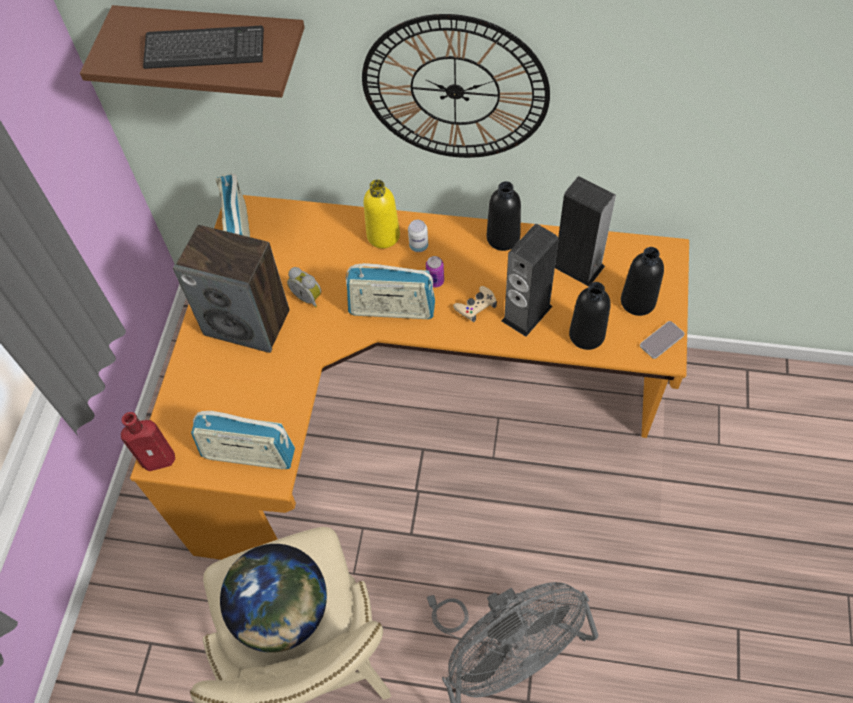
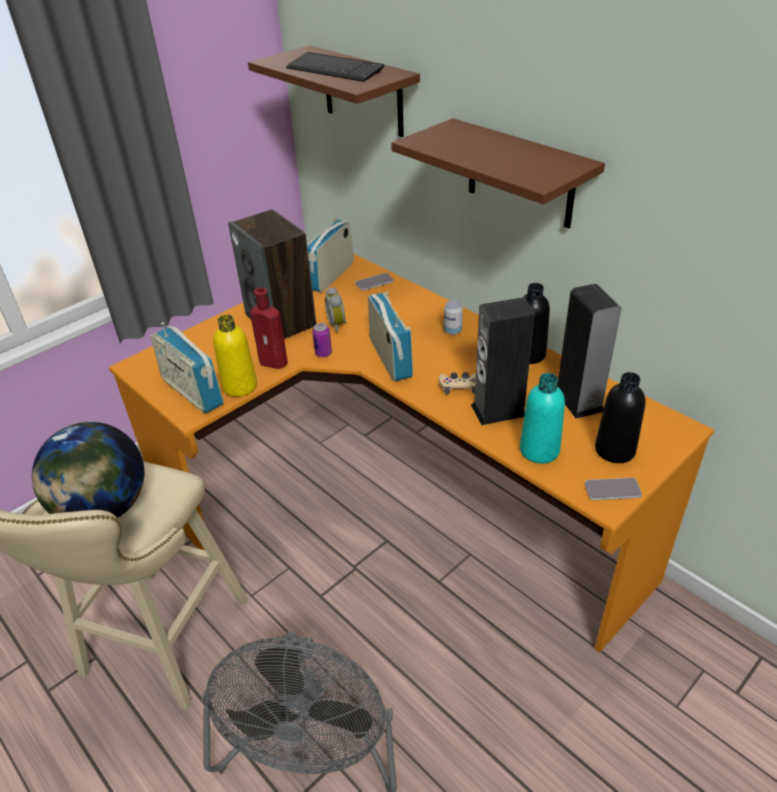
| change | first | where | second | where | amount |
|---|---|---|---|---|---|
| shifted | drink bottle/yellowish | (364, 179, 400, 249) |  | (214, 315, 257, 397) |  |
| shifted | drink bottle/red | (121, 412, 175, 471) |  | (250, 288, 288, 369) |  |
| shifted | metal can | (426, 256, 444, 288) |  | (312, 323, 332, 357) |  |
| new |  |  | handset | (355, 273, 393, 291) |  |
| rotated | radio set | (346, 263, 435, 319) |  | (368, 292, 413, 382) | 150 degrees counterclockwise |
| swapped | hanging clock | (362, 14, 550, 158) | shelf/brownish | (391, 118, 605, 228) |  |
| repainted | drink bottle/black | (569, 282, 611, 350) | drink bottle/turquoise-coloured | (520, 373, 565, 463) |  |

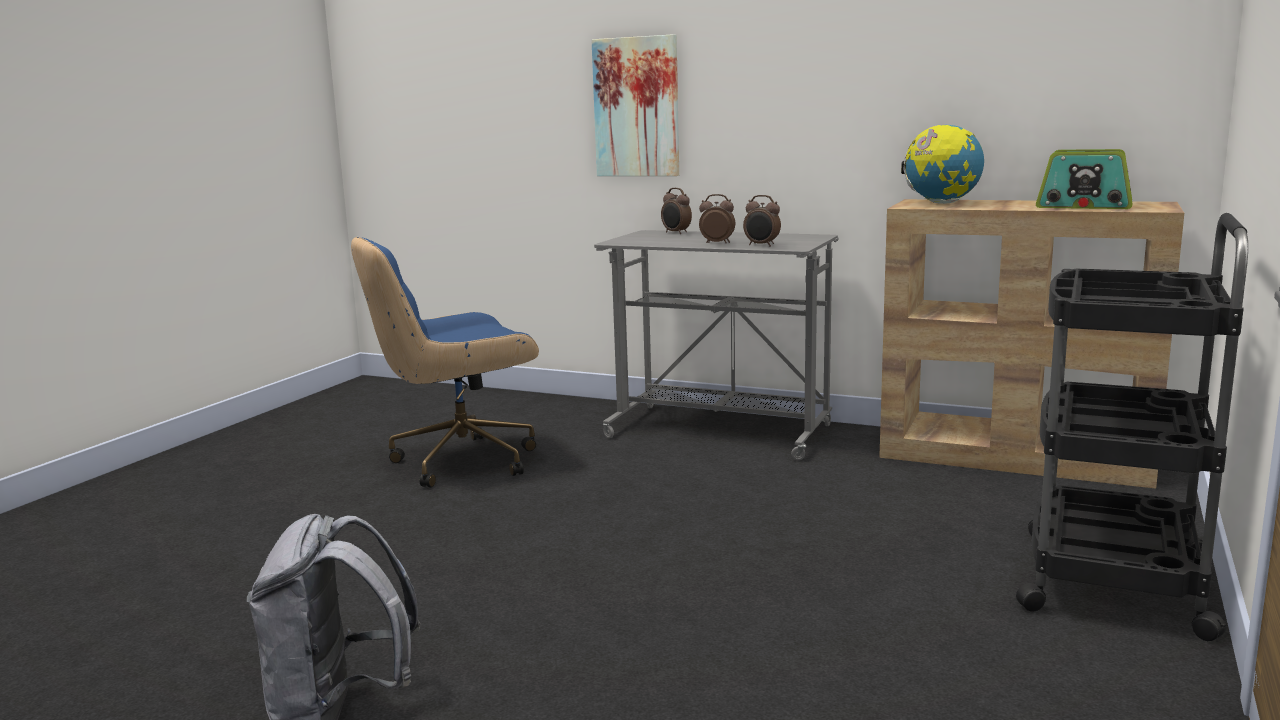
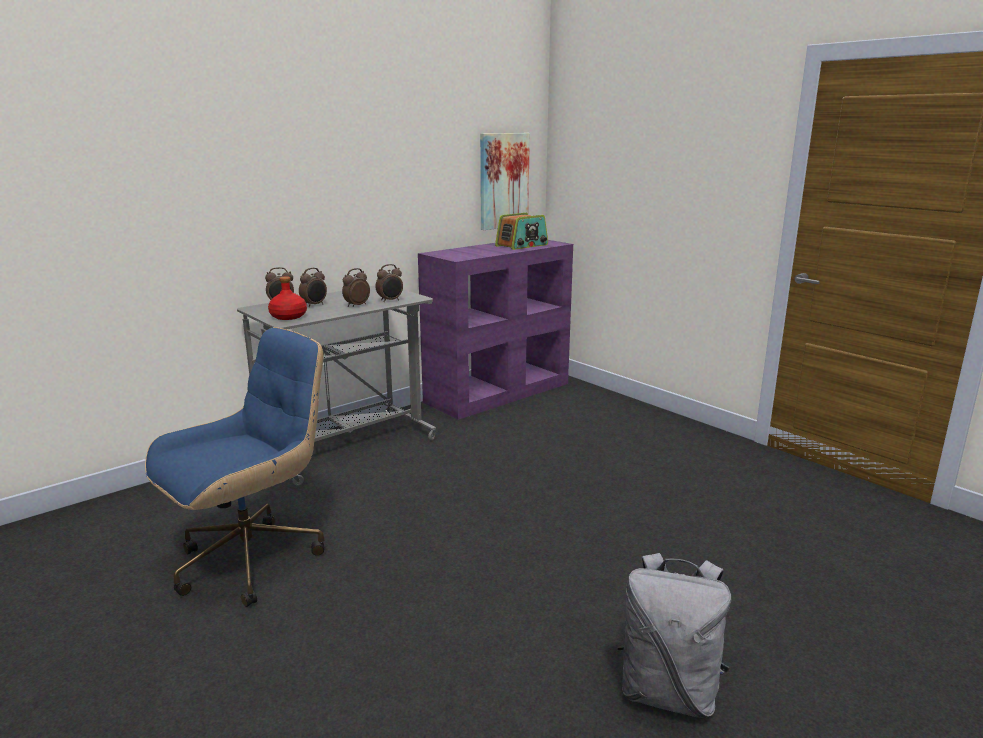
| change | first | where | second | where | amount |
|---|---|---|---|---|---|
| rotated | office chair/blue | (351, 237, 539, 487) |  | (145, 327, 325, 607) | 135 degrees counterclockwise |
| new |  |  | drink bottle/red | (268, 276, 307, 320) |  |
| new |  |  | table clock | (299, 268, 327, 307) |  |
| repainted | shelving unit/brownish | (879, 199, 1184, 489) | shelving unit/purplish | (418, 240, 573, 420) |  |
| shifted | wall art | (592, 34, 679, 176) |  | (480, 133, 530, 230) |  |
| gone | globe | (901, 125, 984, 204) |  |  |  |
| gone | wheeled cart/black | (1016, 213, 1248, 641) |  |  |  |

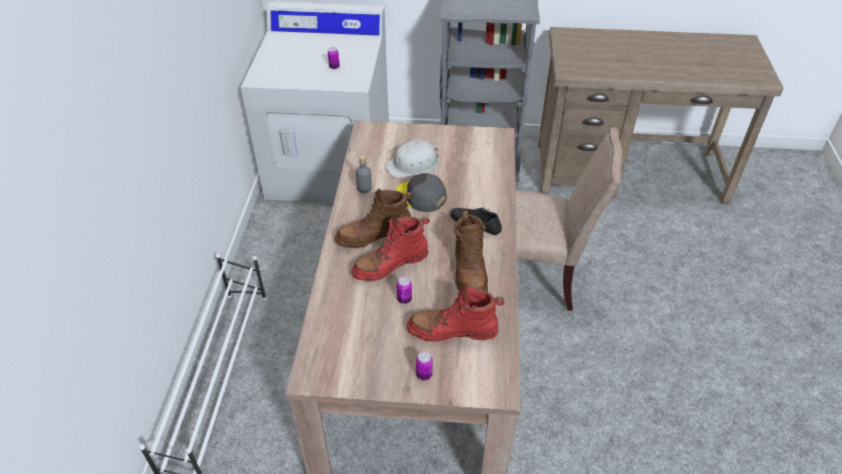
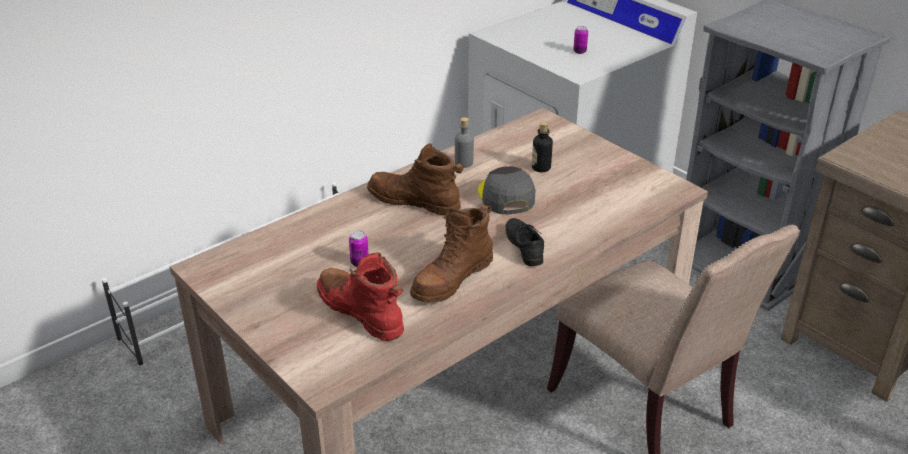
| change | first | where | second | where | amount |
|---|---|---|---|---|---|
| swapped | work helmet/white-coloured | (385, 140, 439, 178) | drink bottle | (532, 122, 553, 172) |  |
| gone | boot/red | (352, 216, 430, 281) |  |  |  |
| gone | metal can | (416, 352, 433, 380) |  |  |  |

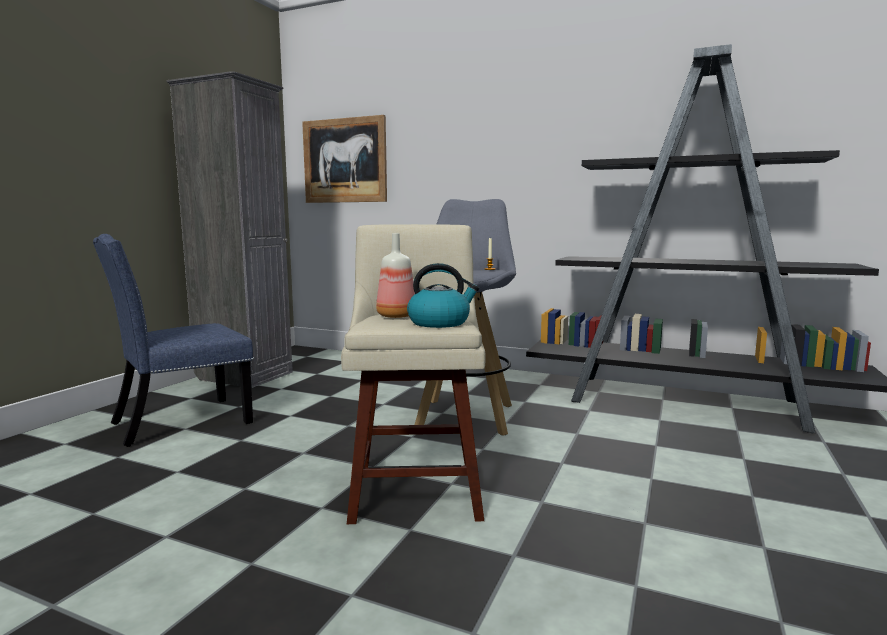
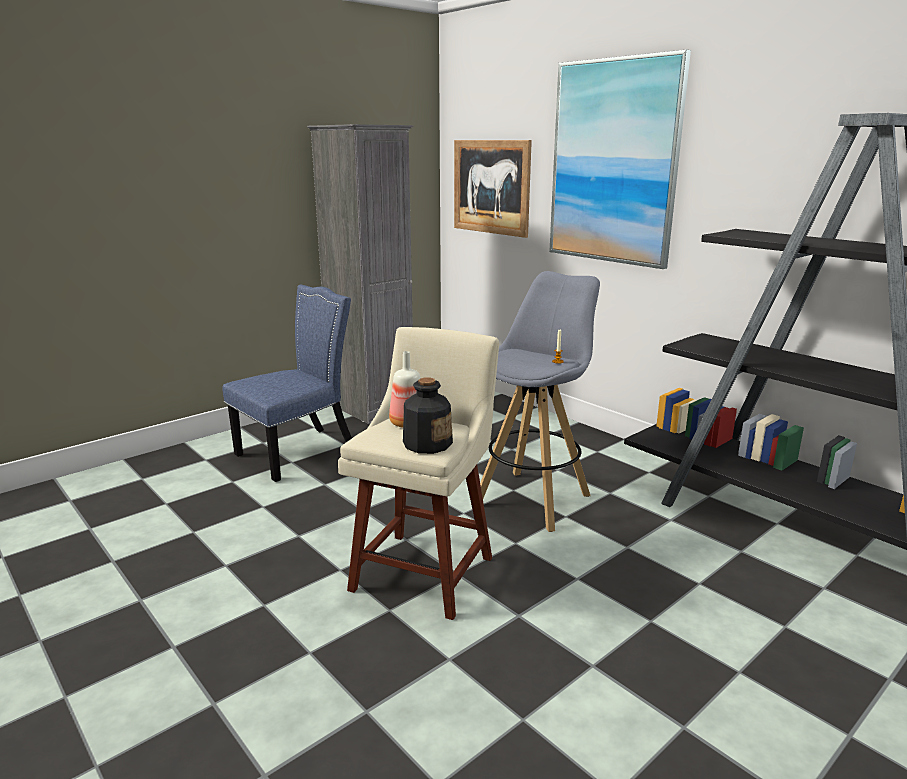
| change | first | where | second | where | amount |
|---|---|---|---|---|---|
| rotated | chair/blue | (93, 234, 254, 447) |  | (222, 285, 352, 482) | 150 degrees clockwise |
| swapped | kettle | (407, 263, 479, 328) | drink bottle | (403, 377, 453, 454) |  |
| new |  |  | wall art | (549, 50, 691, 269) |  |

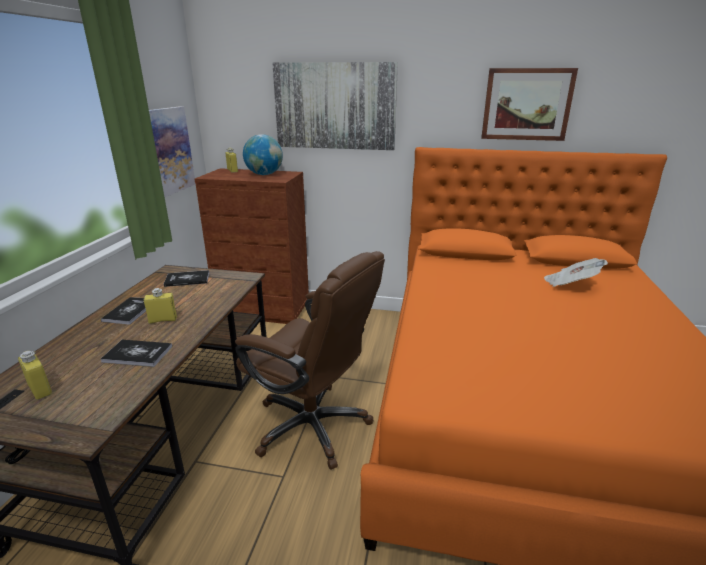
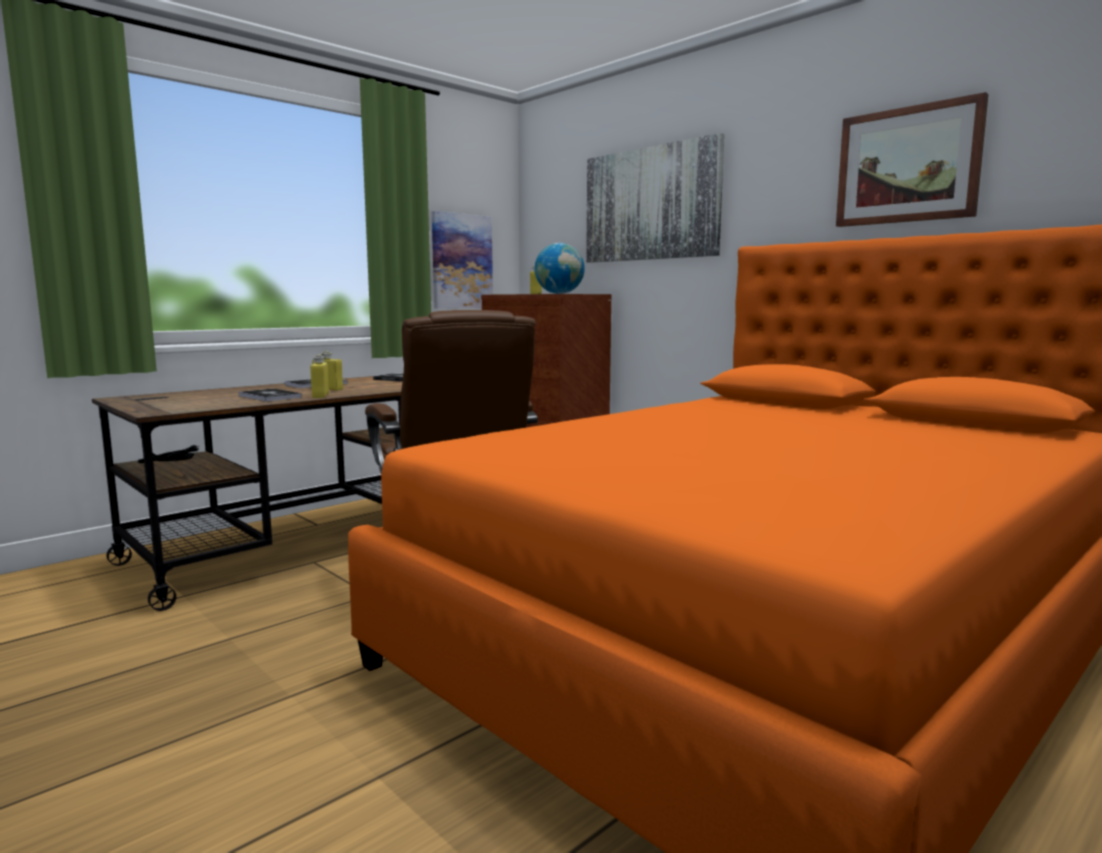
| change | first | where | second | where | amount |
|---|---|---|---|---|---|
| shifted | drink bottle/yellowish | (18, 351, 52, 400) |  | (310, 355, 329, 398) |  |
| gone | printed paper | (544, 258, 608, 287) |  |  |  |

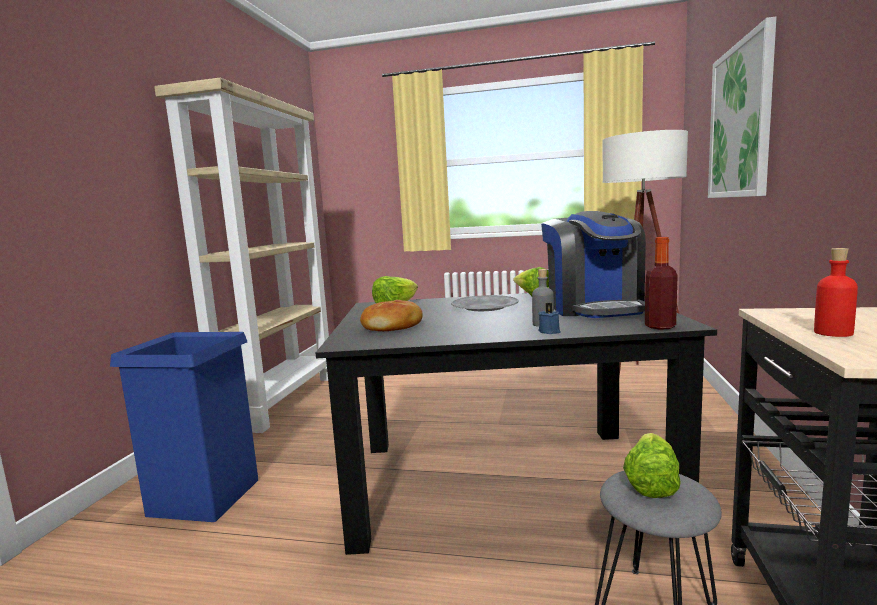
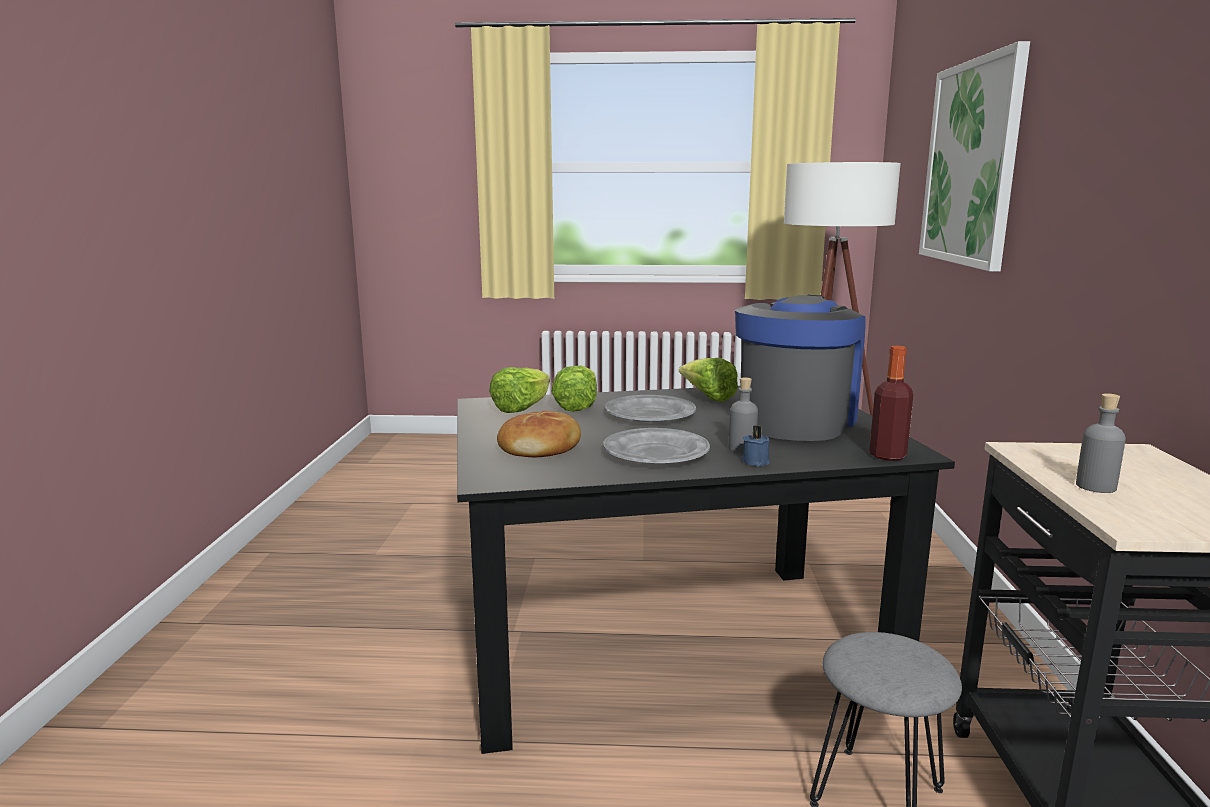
| change | first | where | second | where | amount |
|---|---|---|---|---|---|
| shifted | lettuce | (623, 433, 681, 498) |  | (552, 365, 597, 412) |  |
| new |  |  | flat dish/grey | (603, 428, 710, 463) |  |
| rotated | coffee machine | (541, 211, 646, 318) |  | (735, 295, 866, 441) | 135 degrees counterclockwise |
| repainted | drink bottle/red | (814, 248, 858, 337) | drink bottle/grey | (1076, 393, 1126, 493) |  |
| gone | trash can/blue | (110, 332, 258, 522) |  |  |  |
| gone | shelving unit/beige | (154, 78, 329, 433) |  |  |  |

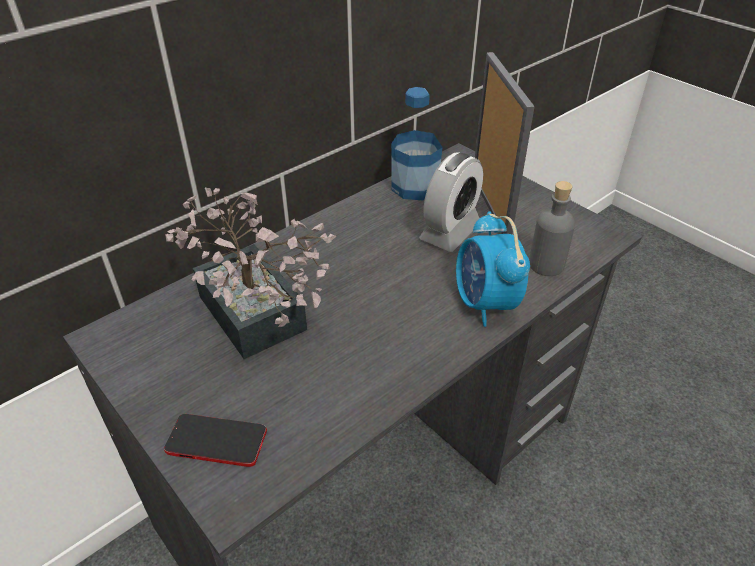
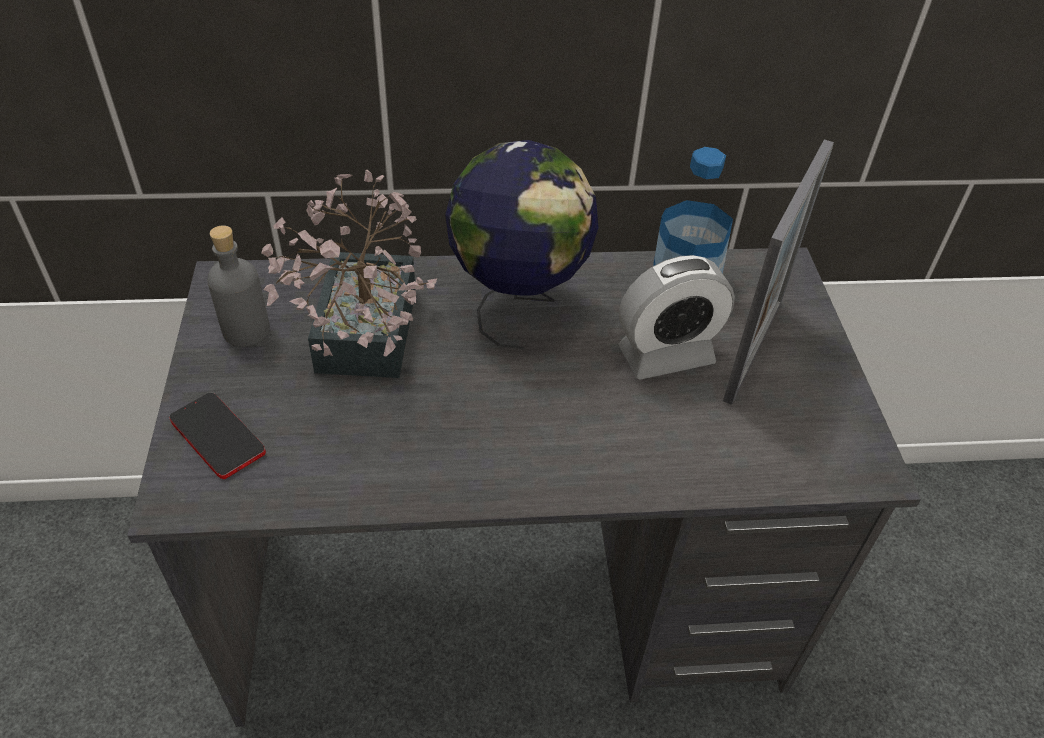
| change | first | where | second | where | amount |
|---|---|---|---|---|---|
| shifted | drink bottle/grey | (529, 181, 575, 276) |  | (207, 225, 270, 347) |  |
| new |  |  | globe | (445, 140, 598, 349) |  |
| gone | table clock | (456, 211, 530, 327) |  |  |  |

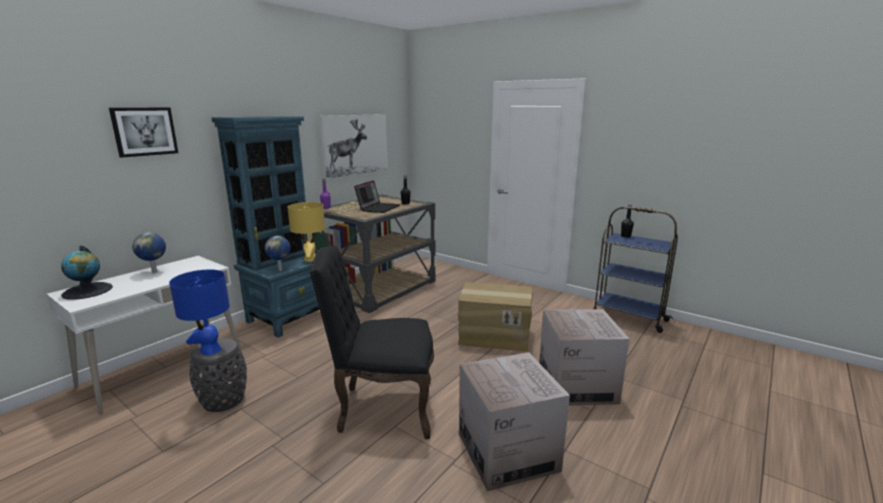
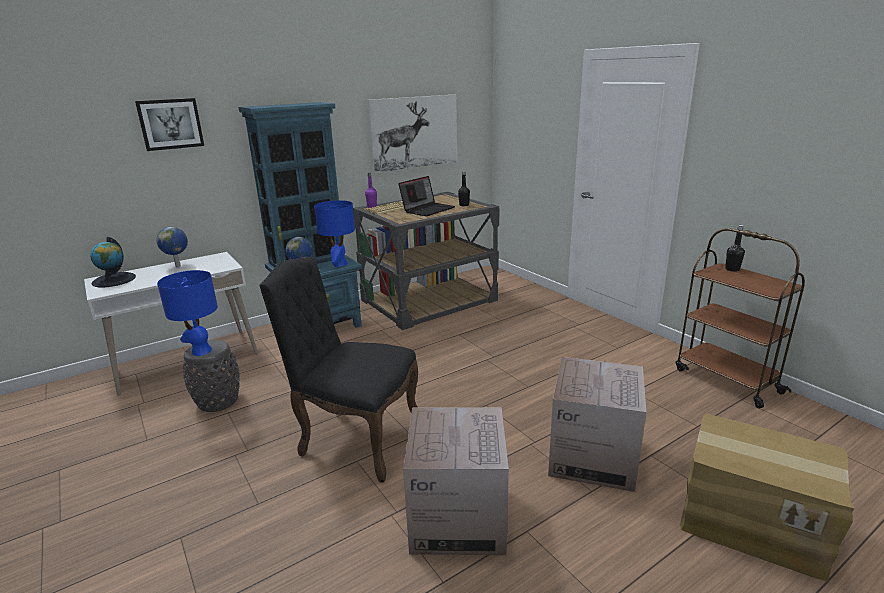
| change | first | where | second | where | amount |
|---|---|---|---|---|---|
| repainted | lamp for a table/yellowish | (287, 202, 325, 262) | lamp for a table/blue | (314, 200, 355, 267) |  |
| repainted | wheeled cart/blue | (593, 207, 678, 333) | wheeled cart/brownish | (676, 228, 805, 408) |  |
| shifted | packing box | (458, 282, 533, 352) |  | (680, 414, 854, 582) |  |

